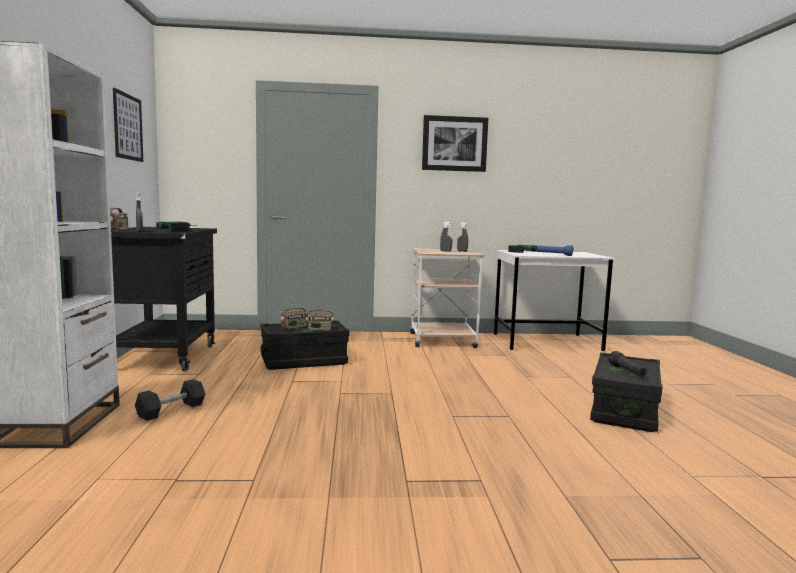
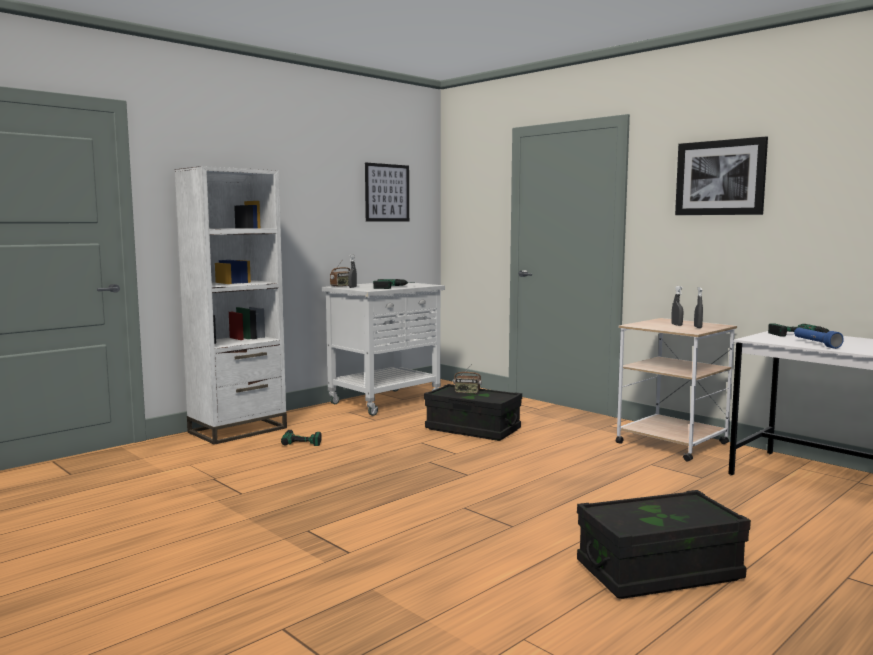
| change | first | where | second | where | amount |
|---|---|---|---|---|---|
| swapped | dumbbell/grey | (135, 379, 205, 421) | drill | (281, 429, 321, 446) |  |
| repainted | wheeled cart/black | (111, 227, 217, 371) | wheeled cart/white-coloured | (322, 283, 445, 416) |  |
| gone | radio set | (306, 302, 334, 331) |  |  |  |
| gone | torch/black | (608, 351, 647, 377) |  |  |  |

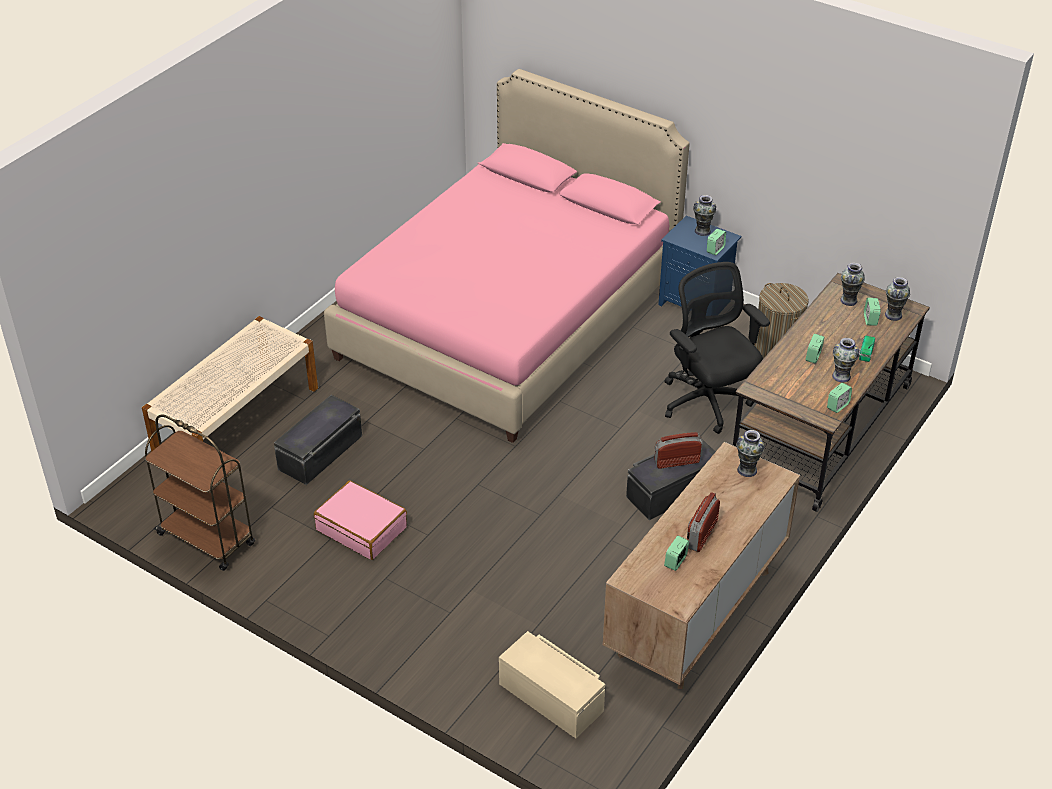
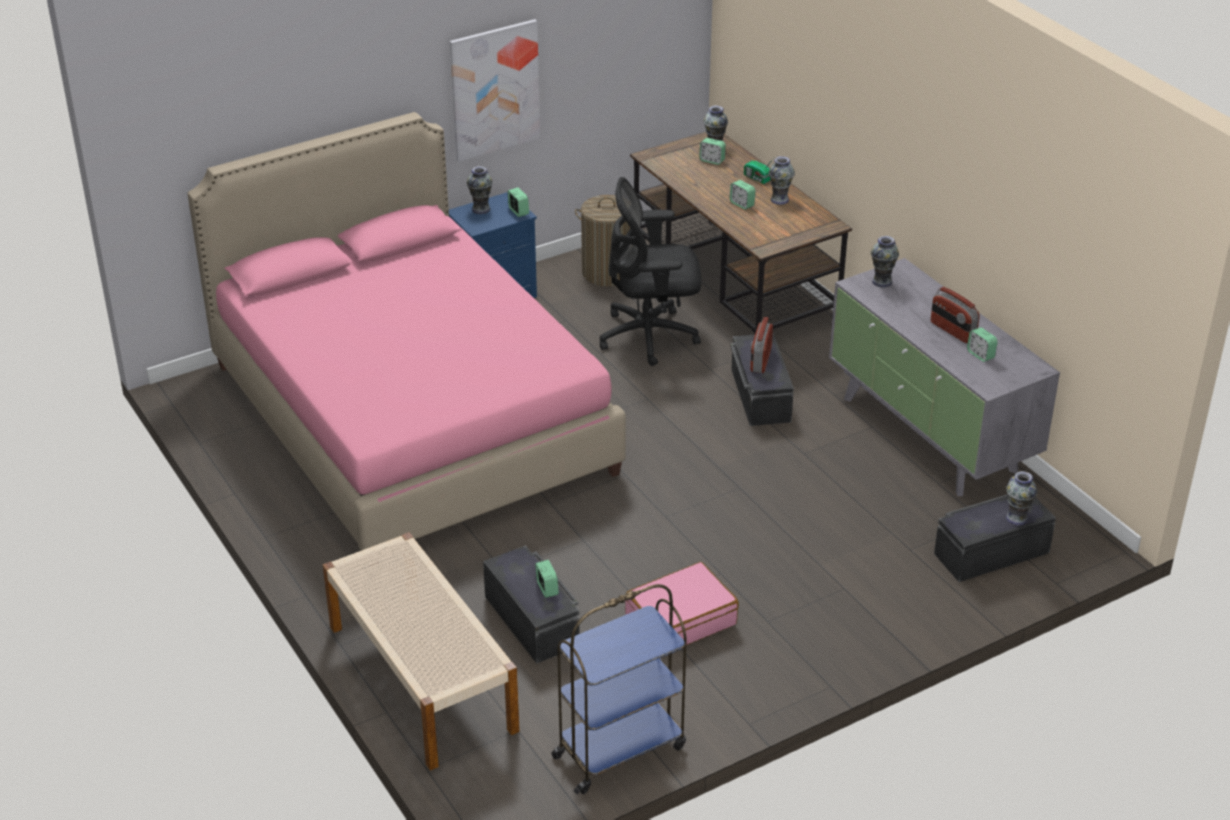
| change | first | where | second | where | amount |
|---|---|---|---|---|---|
| new |  |  | wall art | (450, 19, 540, 162) |  |
| shifted | table clock | (827, 383, 852, 413) |  | (535, 560, 559, 598) |  |
| repainted | wheeled cart/brownish | (145, 414, 255, 571) | wheeled cart/blue | (552, 584, 686, 795) |  |
| repainted | dresser/green | (603, 442, 800, 689) | dresser/grey | (829, 258, 1060, 496) |  |
| repainted | storage container/beige | (499, 631, 605, 738) | storage container/black | (934, 494, 1056, 582) |  |
| shifted | vase | (840, 263, 865, 306) |  | (1006, 471, 1037, 525) |  |

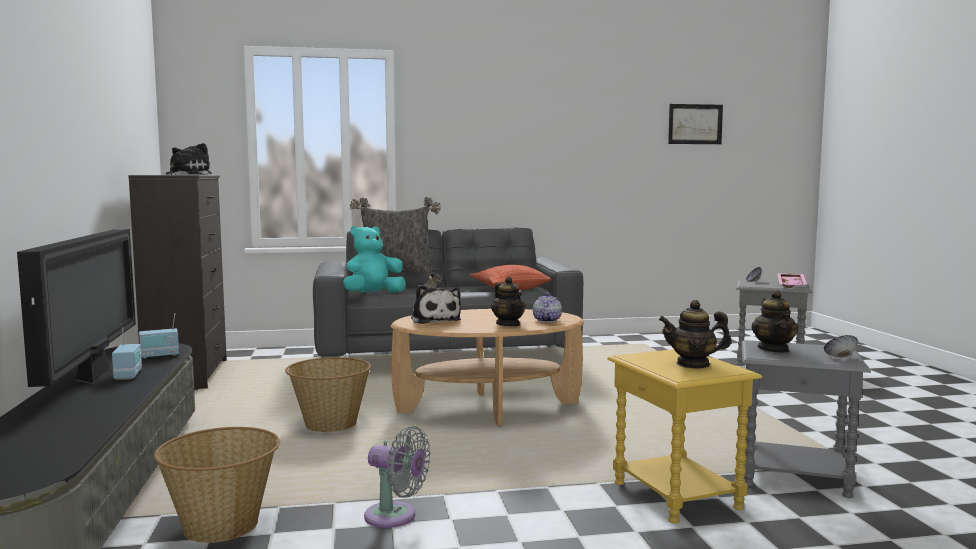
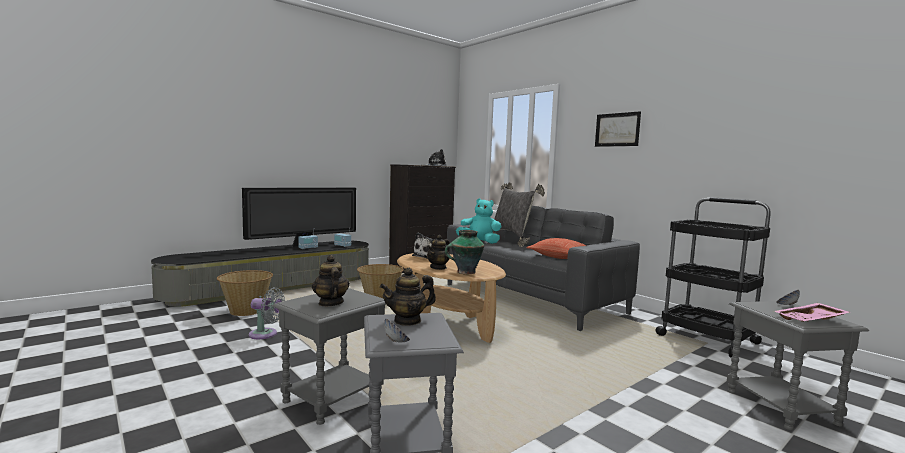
| change | first | where | second | where | amount |
|---|---|---|---|---|---|
| rotated | electric fan/grey | (364, 426, 431, 528) |  | (249, 287, 285, 339) | 75 degrees counterclockwise |
| repainted | side table/yellowish | (607, 349, 762, 524) | side table/grey | (272, 288, 386, 425) |  |
| swapped | tea pot | (533, 292, 562, 322) | vase | (445, 230, 484, 274) |  |
| shifted | wall art | (668, 104, 723, 144) |  | (595, 111, 641, 147) |  |
| new |  |  | wheeled cart/black | (655, 197, 771, 357) |  |

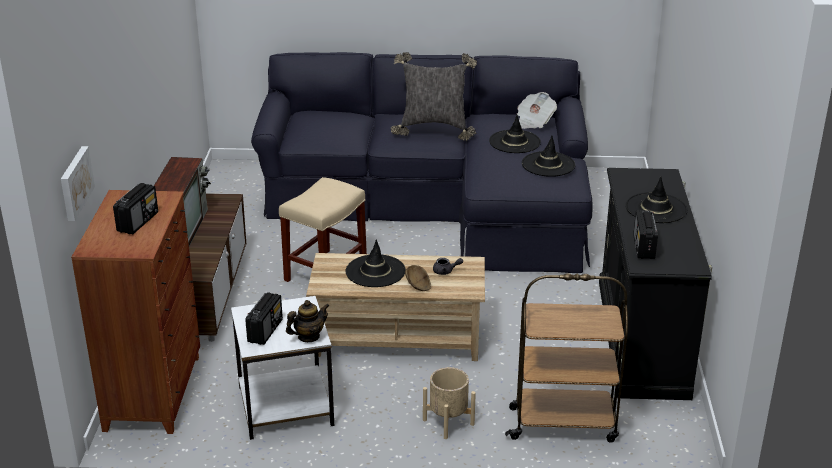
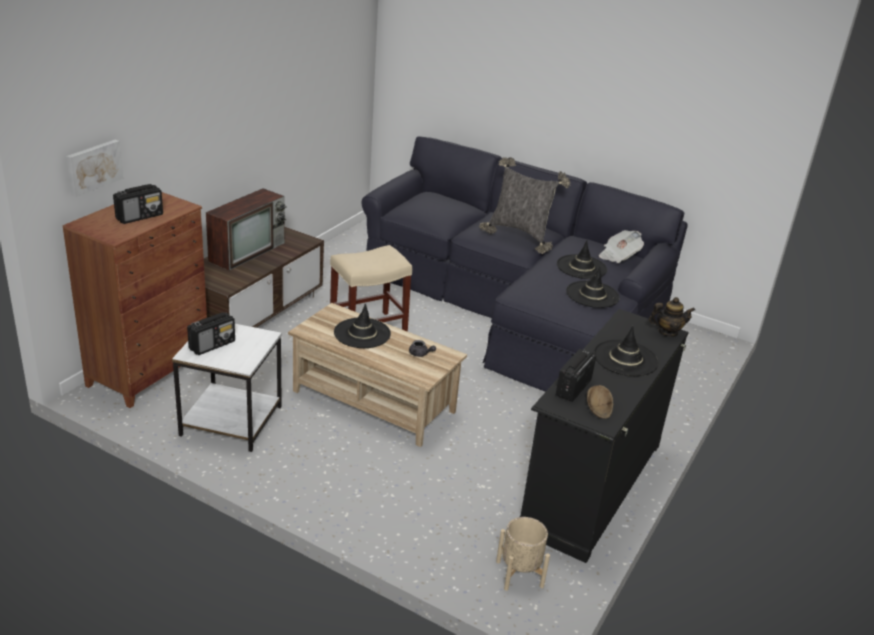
| change | first | where | second | where | amount |
|---|---|---|---|---|---|
| shifted | planter/beige | (423, 367, 476, 439) |  | (496, 517, 550, 591) |  |
| shifted | serving bowl/brownish | (405, 265, 431, 291) |  | (587, 385, 614, 419) |  |
| shifted | tea pot | (286, 300, 329, 342) |  | (649, 297, 695, 337) |  |
| gone | wheeled cart/brownish | (505, 273, 628, 443) |  |  |  |

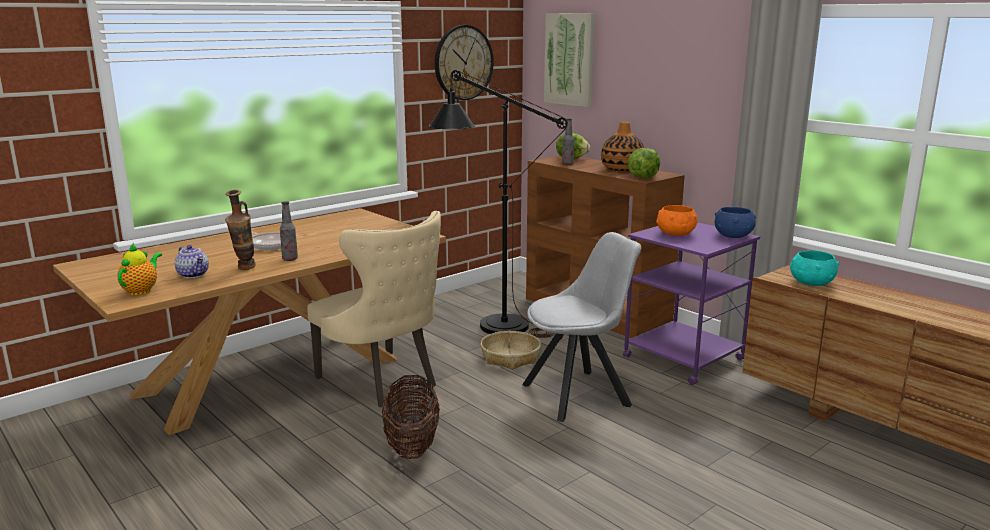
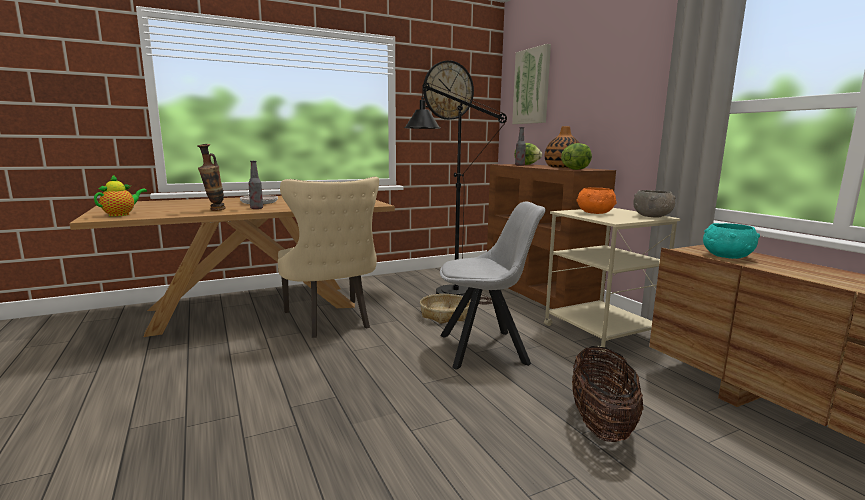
| change | first | where | second | where | amount |
|---|---|---|---|---|---|
| repainted | wheeled cart/purplish | (623, 222, 760, 385) | wheeled cart/beige | (544, 208, 680, 352) |  |
| shifted | household basket | (382, 375, 440, 459) |  | (572, 346, 643, 442) |  |
| repainted | serving bowl/blue | (715, 207, 756, 238) | serving bowl/grey | (633, 190, 676, 218) |  |
| gone | tea pot | (175, 245, 209, 278) |  |  |  |

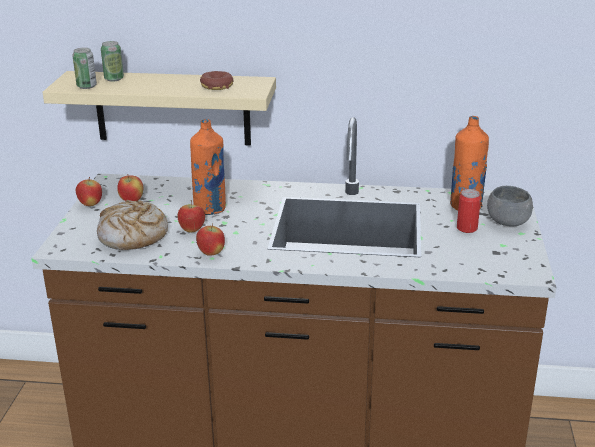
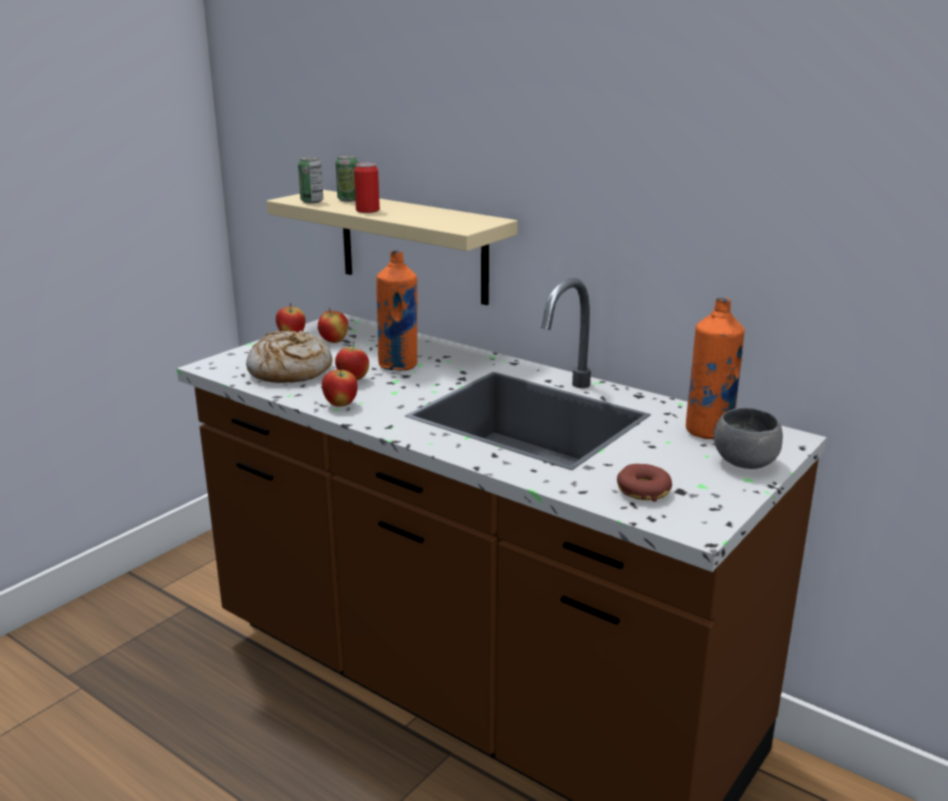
| change | first | where | second | where | amount |
|---|---|---|---|---|---|
| shifted | metal can | (457, 189, 481, 233) |  | (354, 163, 380, 213) |  |
| shifted | doughnut | (200, 71, 234, 90) |  | (617, 464, 672, 502) |  |

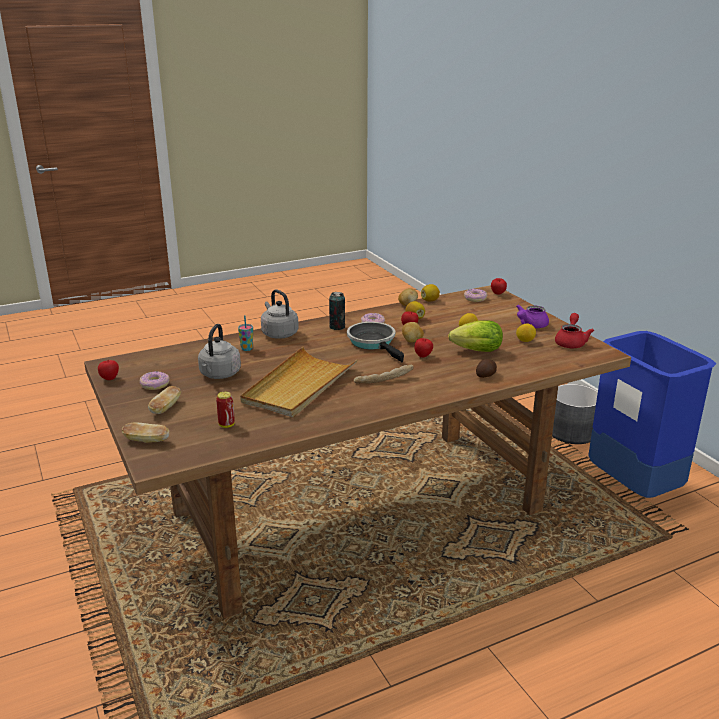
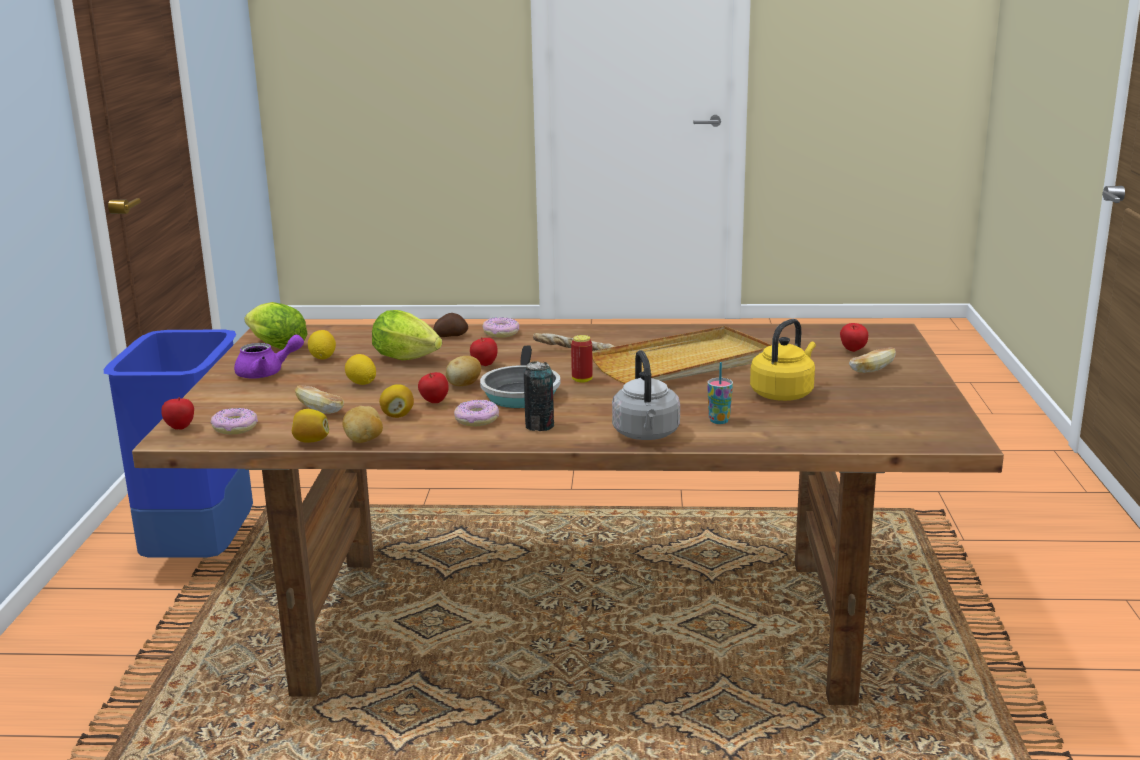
| change | first | where | second | where | amount |
|---|---|---|---|---|---|
| swapped | tea pot/red | (555, 313, 594, 348) | lettuce | (244, 302, 308, 350) |  |
| shifted | bread | (122, 422, 169, 443) |  | (295, 385, 344, 414) |  |
| shifted | doughnut | (139, 371, 170, 390) |  | (482, 317, 519, 338) |  |
| shifted | metal can | (216, 392, 235, 428) |  | (571, 335, 593, 383) |  |
| repainted | kettle/grey | (198, 324, 241, 379) | kettle/yellowish | (750, 319, 816, 401) |  |
| shifted | apple | (98, 360, 119, 380) |  | (840, 323, 868, 352) |  |
| gone | planter/grey | (552, 384, 598, 444) |  |  |  |

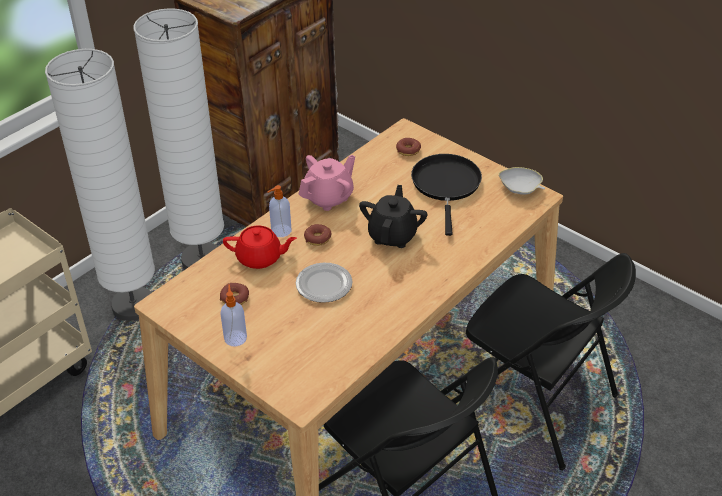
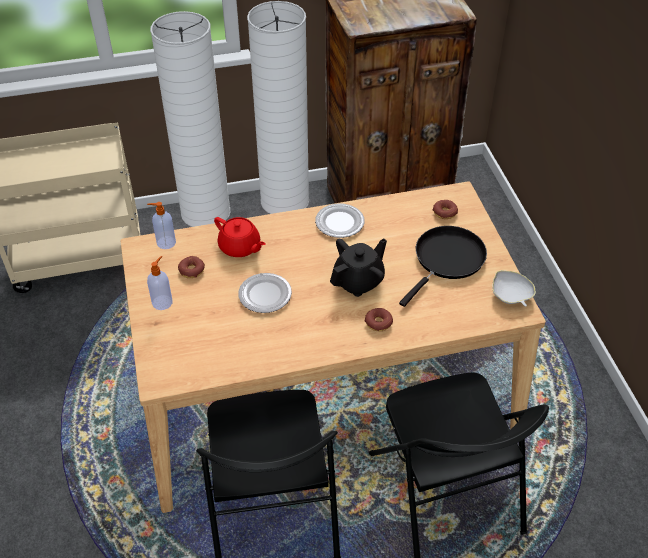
| change | first | where | second | where | amount |
|---|---|---|---|---|---|
| shifted | liquid soap bottle | (267, 185, 291, 237) |  | (147, 202, 176, 249) |  |
| swapped | tea pot/pink-coloured | (299, 155, 355, 211) | flat dish | (315, 203, 365, 238) |  |
| shifted | doughnut | (304, 224, 331, 246) |  | (364, 308, 393, 331) |  |

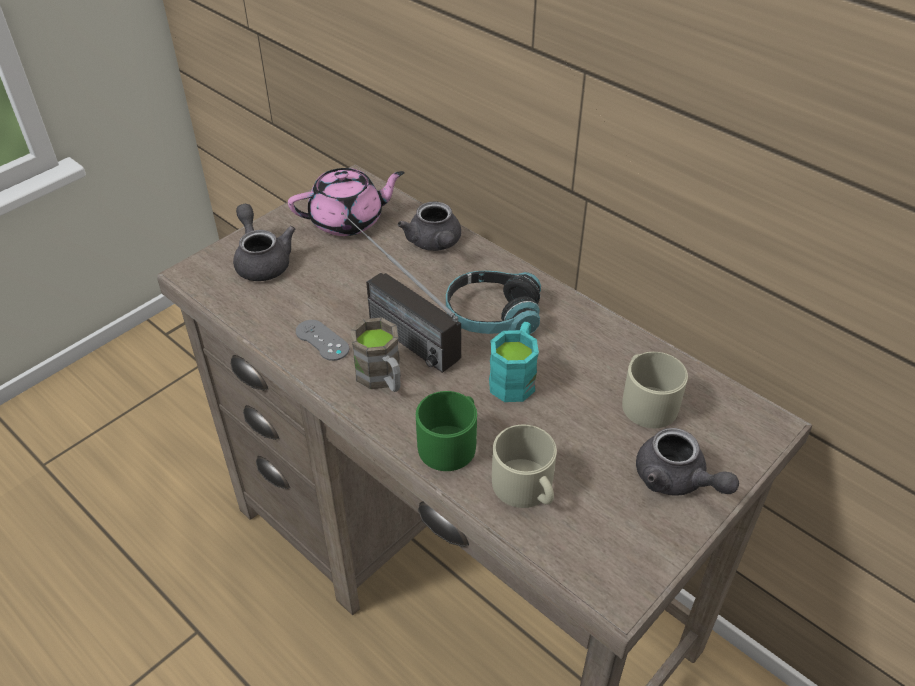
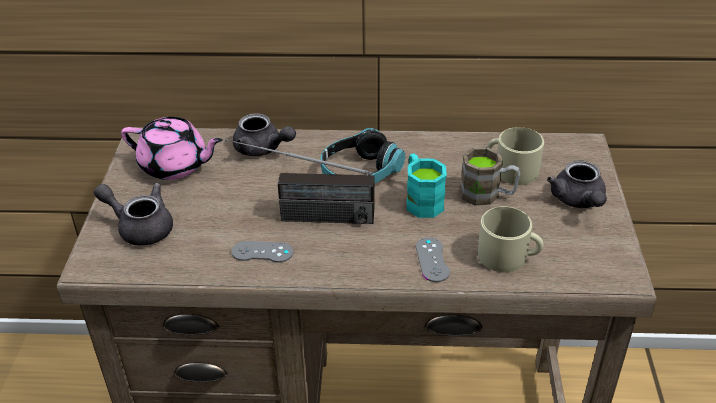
| change | first | where | second | where | amount |
|---|---|---|---|---|---|
| rotated | tea pot/pink-coloured | (288, 168, 405, 236) |  | (121, 117, 223, 180) | 75 degrees clockwise |
| swapped | coffee mug/green | (416, 391, 477, 471) | gamepad/grey | (416, 237, 450, 282) |  |
| shifted | coffee mug/brownish | (351, 317, 401, 392) |  | (460, 147, 520, 205) |  |
| rotated | tea pot/grey | (636, 428, 739, 496) |  | (547, 161, 607, 208) | 75 degrees clockwise |

